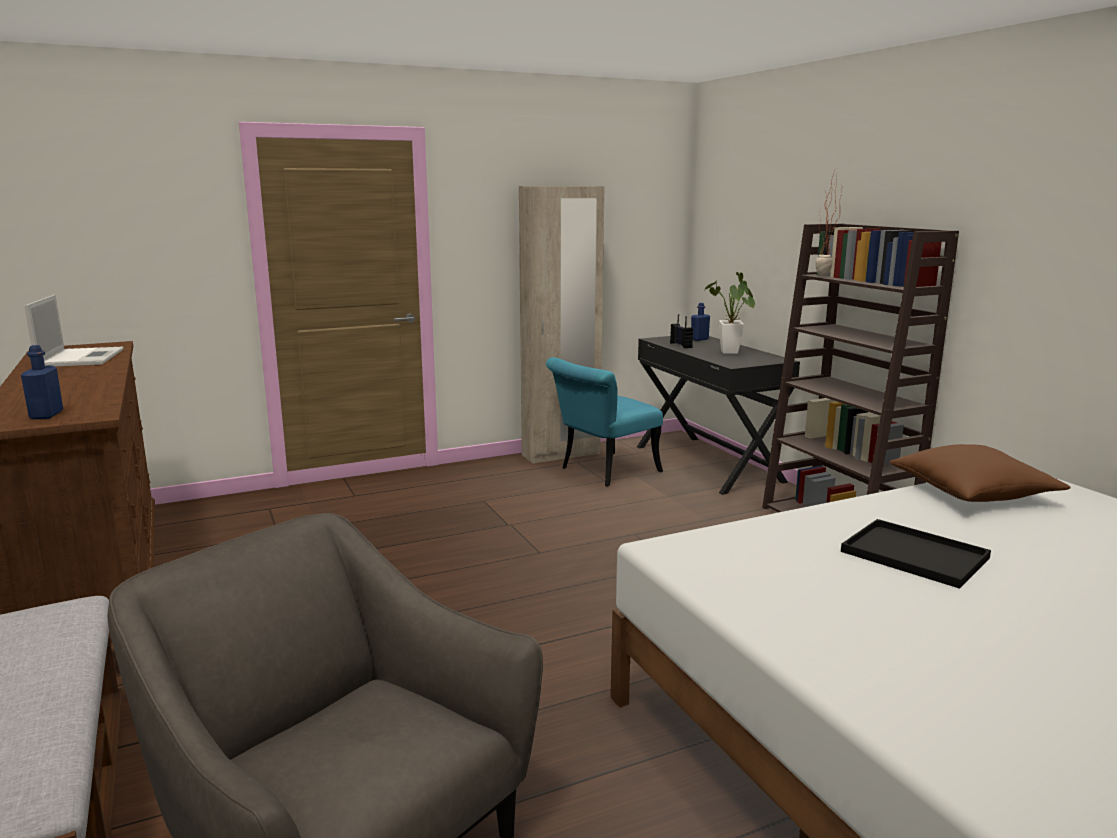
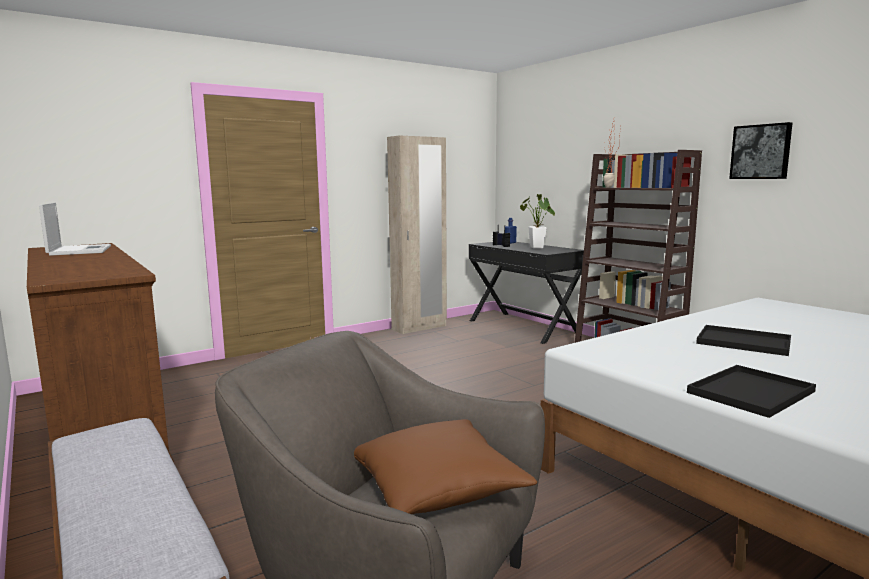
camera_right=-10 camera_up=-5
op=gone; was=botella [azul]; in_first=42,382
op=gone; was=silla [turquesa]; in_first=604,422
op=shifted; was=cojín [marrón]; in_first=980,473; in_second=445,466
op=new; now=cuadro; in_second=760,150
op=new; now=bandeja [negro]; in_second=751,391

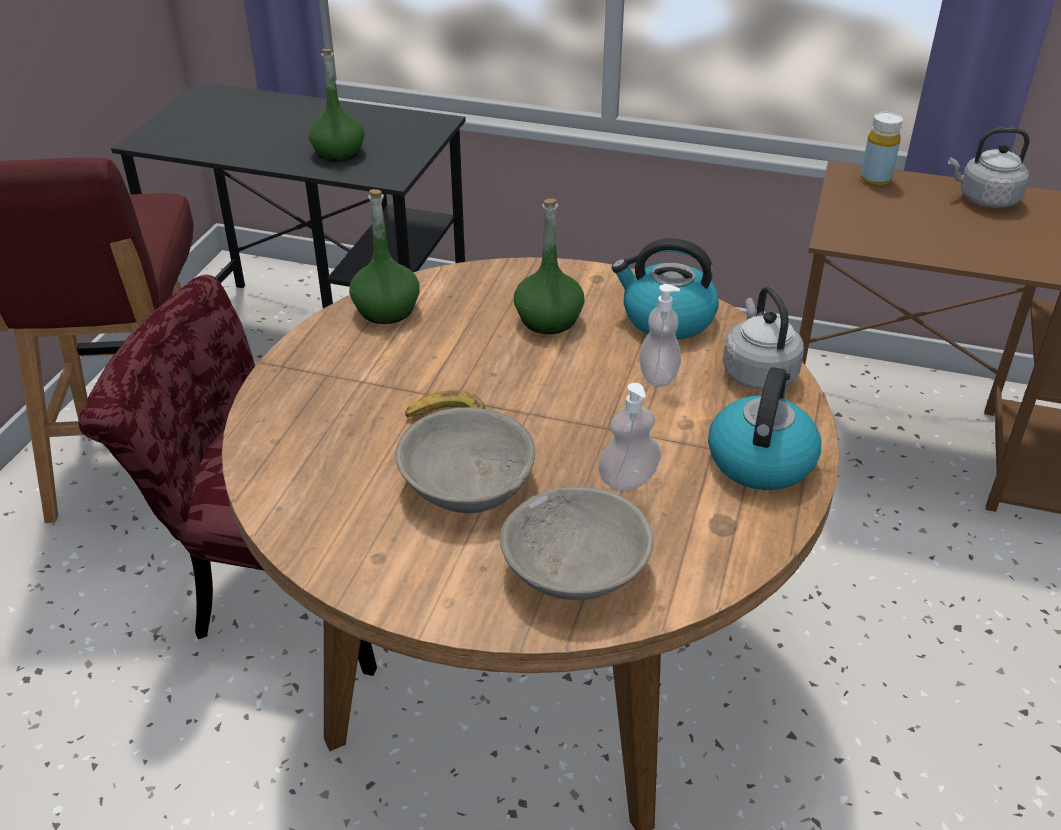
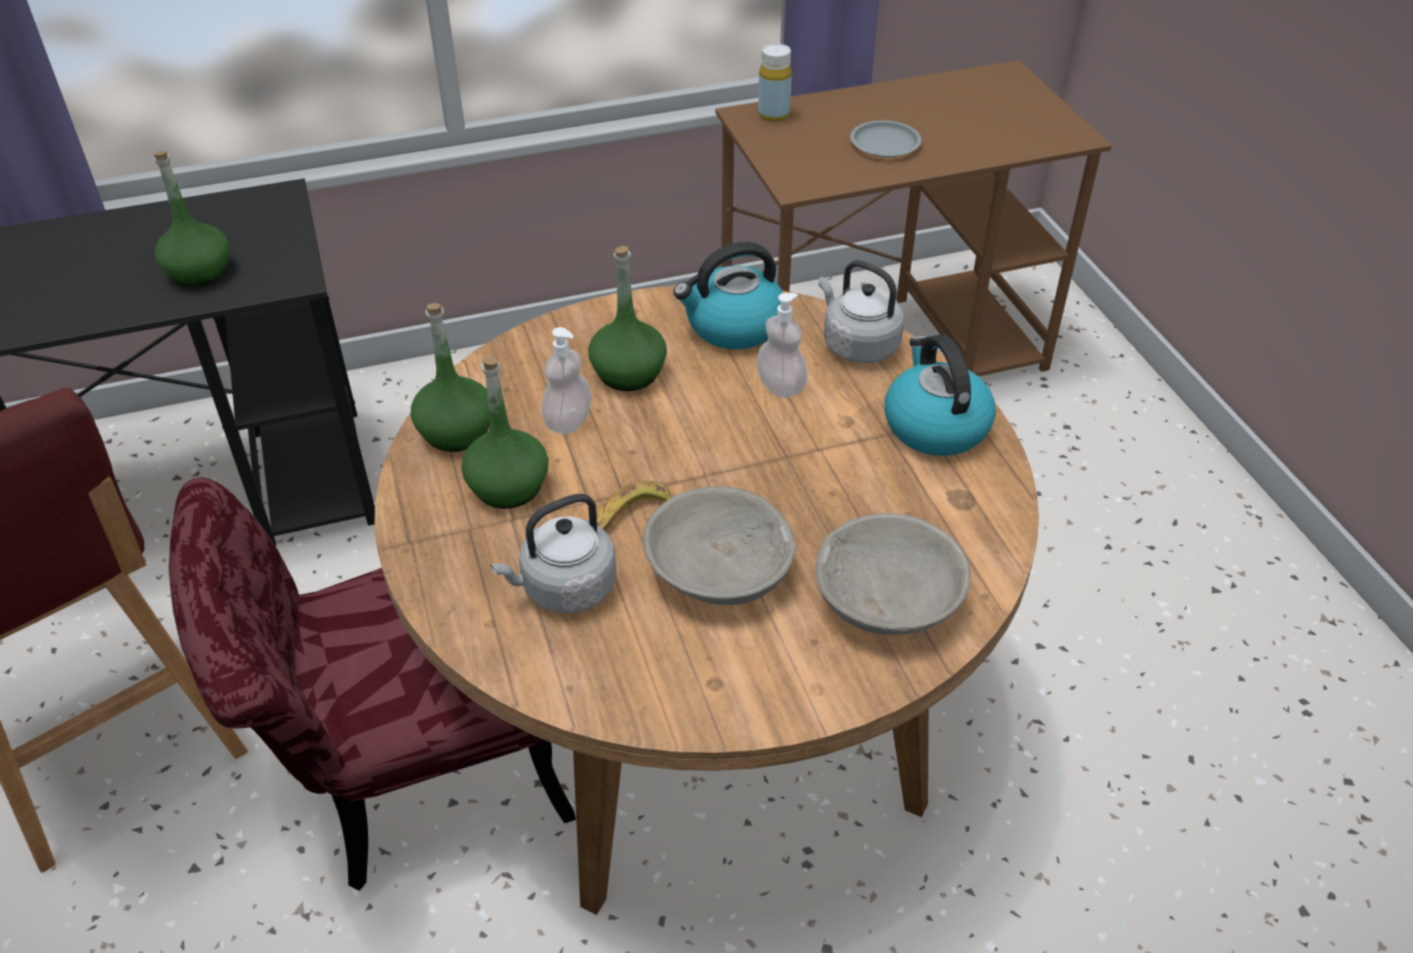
camera_right=-35 camera_up=5
op=shifted; was=hervidor [gris]; in_first=989,167; in_second=553,553
op=shifted; was=dispensador de jabón; in_first=630,437; in_second=567,380
op=new; now=plato [gris]; in_second=885,138
op=new; now=botella [verde]; in_second=505,432

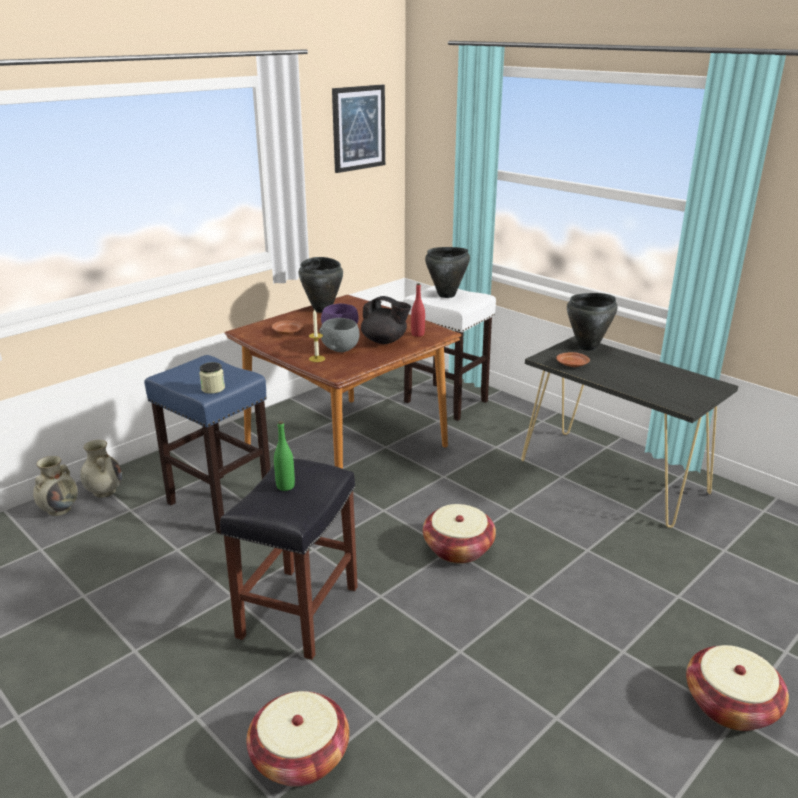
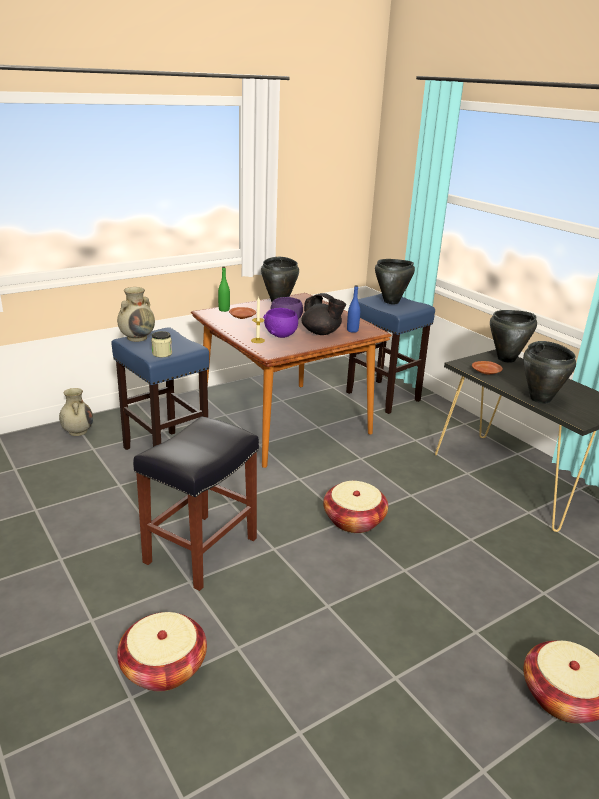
camera_right=10 camera_up=0
op=gone; was=cuadro; in_first=358,129
op=repainted; was=botella [rojo]; now=botella [azul]; in_first=418,310; in_second=353,309
op=repainted; was=taburete [blanco]; now=taburete [azul]; in_first=449,353; in_second=390,354
op=repainted; was=cuenco [gris]; now=cuenco [morado]; in_first=339,335; in_second=280,323
op=shifted; was=botella [verde]; in_first=284,456; in_second=224,289
op=shifted; was=florero [beis]; in_first=55,486; in_second=136,314
op=new; now=olla [negro]; in_second=549,372

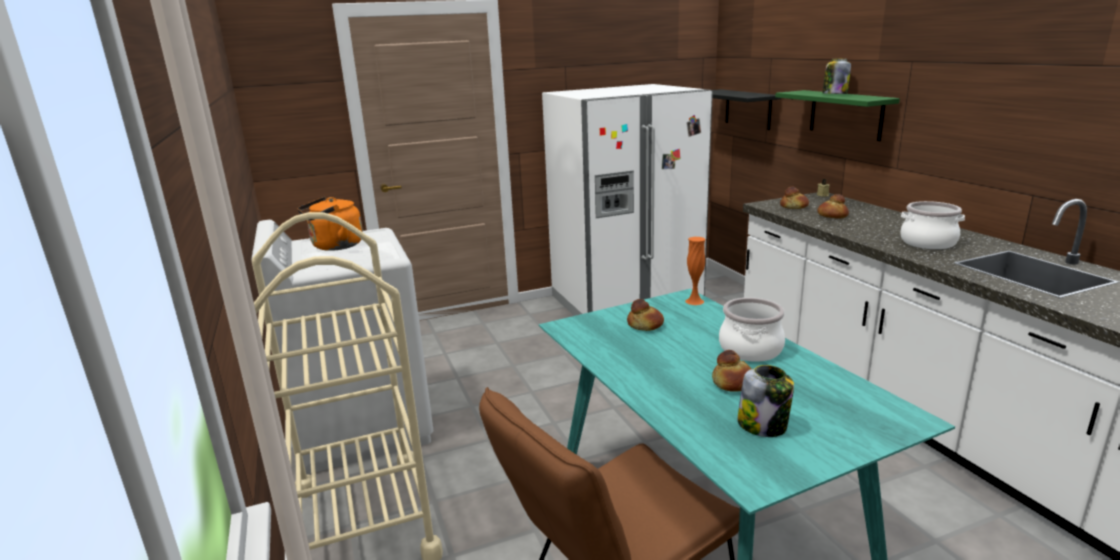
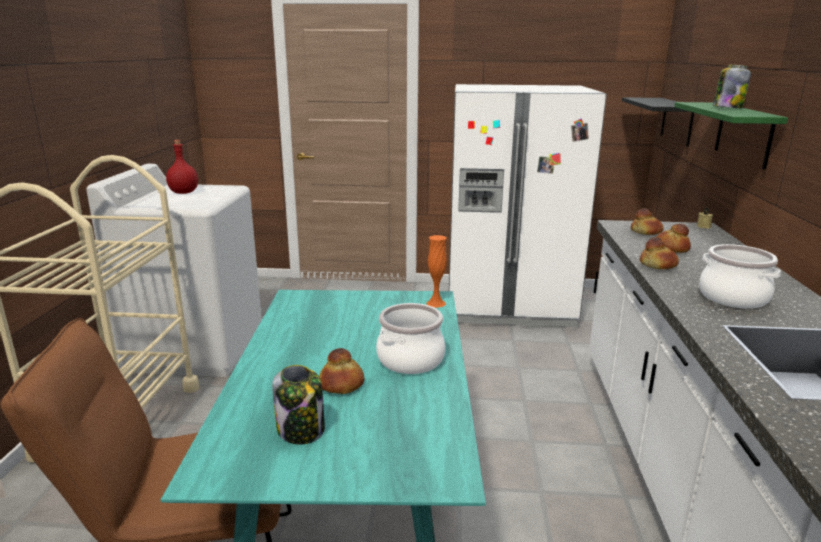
camera_right=25 camera_up=0
op=swapped; was=hervidor [naranja]; now=botella [rojo]; in_first=330,224; in_second=182,167
op=shifted; was=pan; in_first=645,315; in_second=659,253

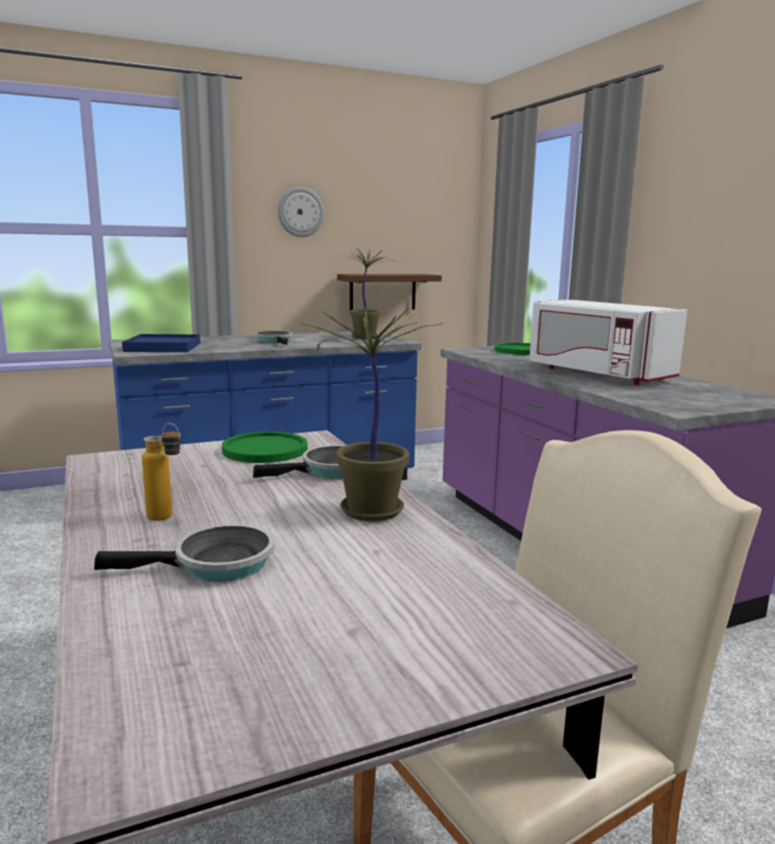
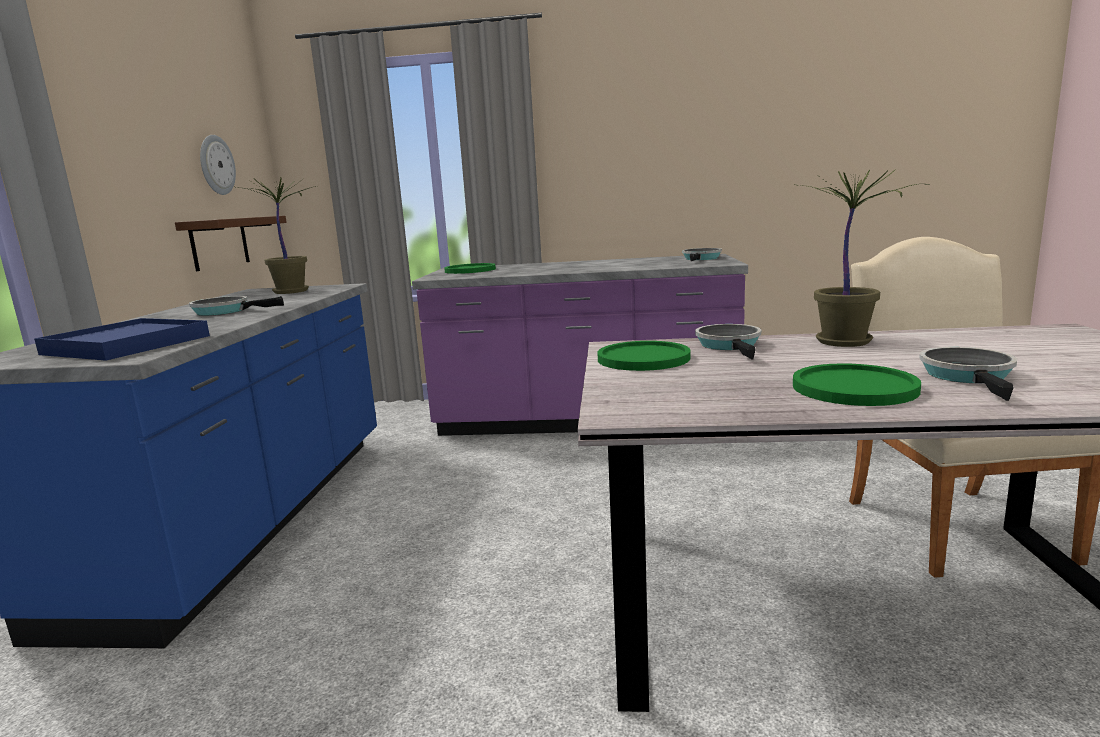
camera_right=-60 camera_up=0
op=shifted; was=reloj de pared; in_first=301,212; in_second=218,165
op=gone; was=microondas [blanco]; in_first=608,342
op=swapped; was=botella; now=plato [verde]; in_first=161,472; in_second=857,384
op=new; now=sartén; in_second=702,254

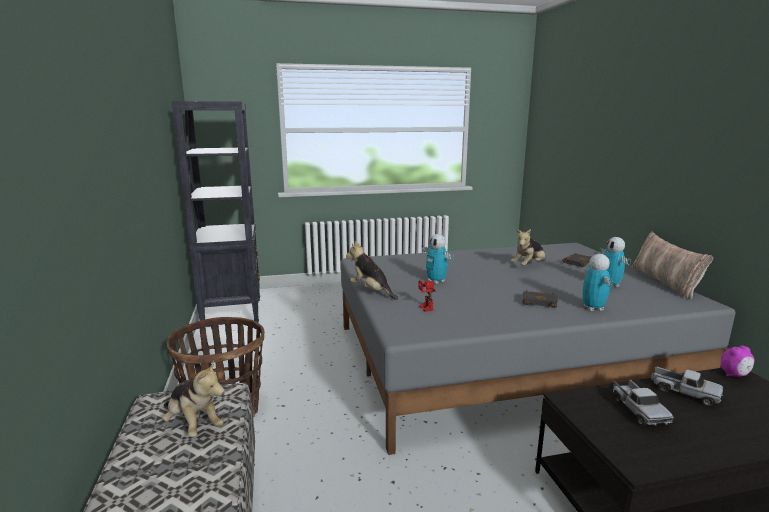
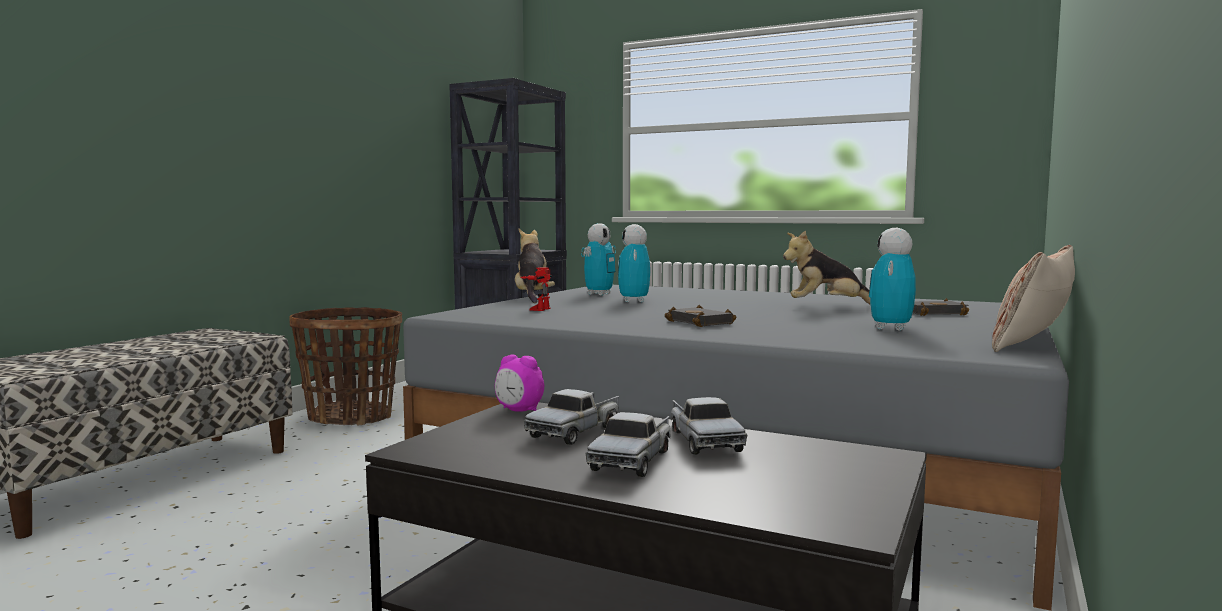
camera_right=40 camera_up=-10
op=shifted; was=robot de juguete; in_first=598,282; in_second=598,259
op=shifted; was=despertador; in_first=738,361; in_second=519,383
op=gone; was=peluche; in_first=194,398
op=new; now=camión de juguete; in_second=628,444

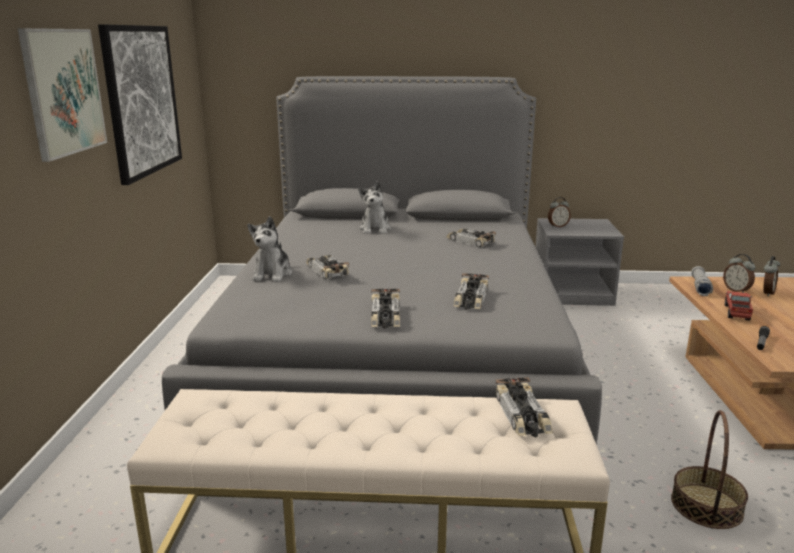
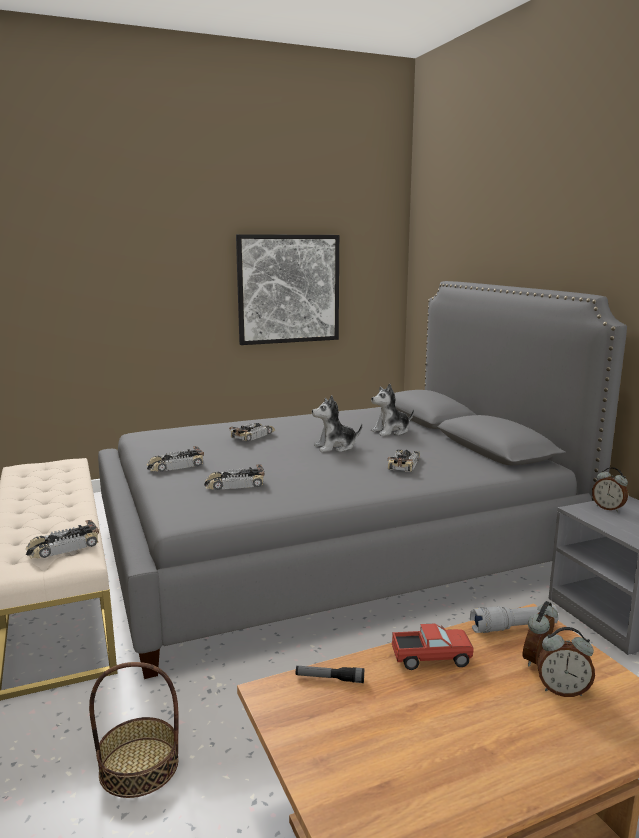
camera_right=65 camera_up=-5
op=gone; was=cuadro; in_first=62,95
op=shifted; was=peluche; in_first=269,249; in_second=337,423

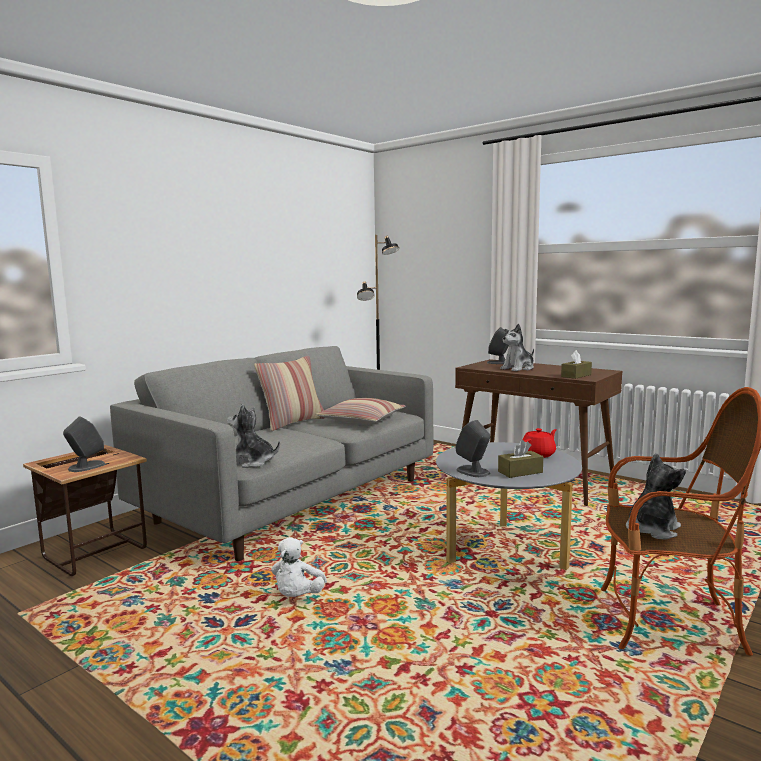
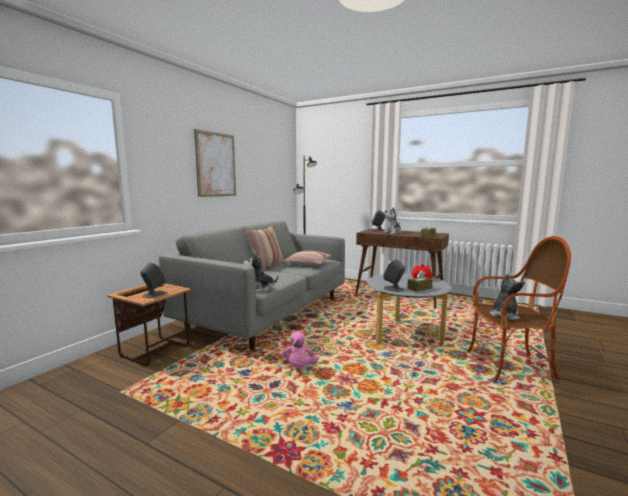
camera_right=-10 camera_up=0
op=repainted; was=peluche [blanco]; now=peluche [rosa]; in_first=299,567; in_second=300,350
op=new; now=cuadro; in_second=215,163

